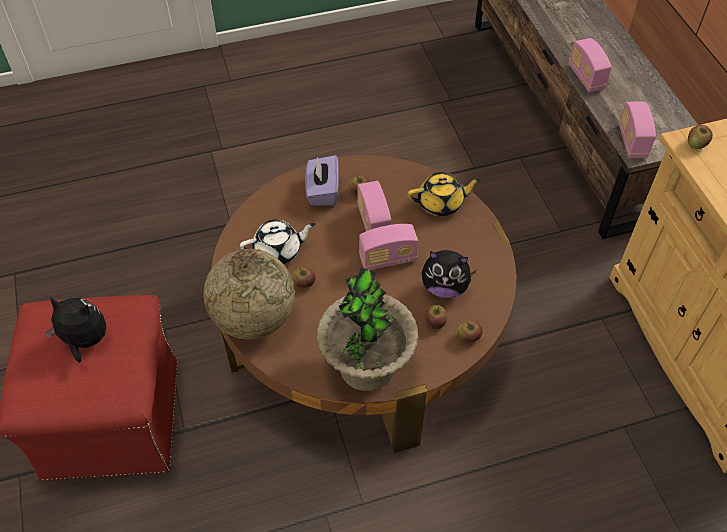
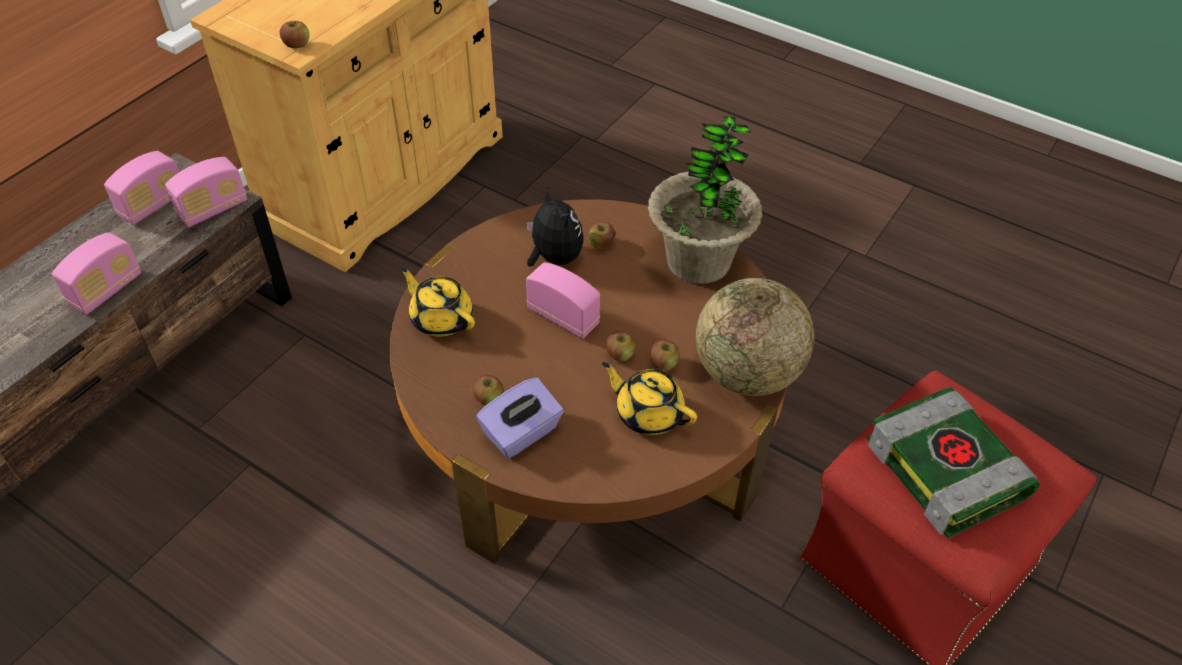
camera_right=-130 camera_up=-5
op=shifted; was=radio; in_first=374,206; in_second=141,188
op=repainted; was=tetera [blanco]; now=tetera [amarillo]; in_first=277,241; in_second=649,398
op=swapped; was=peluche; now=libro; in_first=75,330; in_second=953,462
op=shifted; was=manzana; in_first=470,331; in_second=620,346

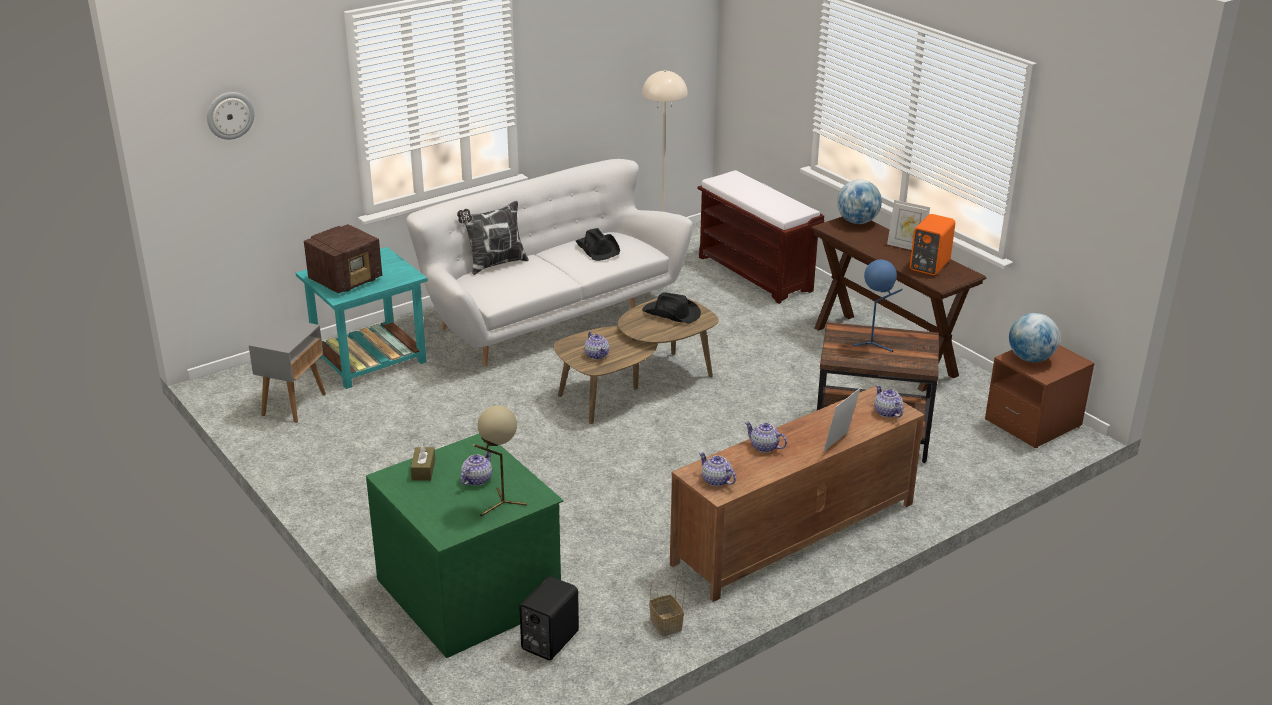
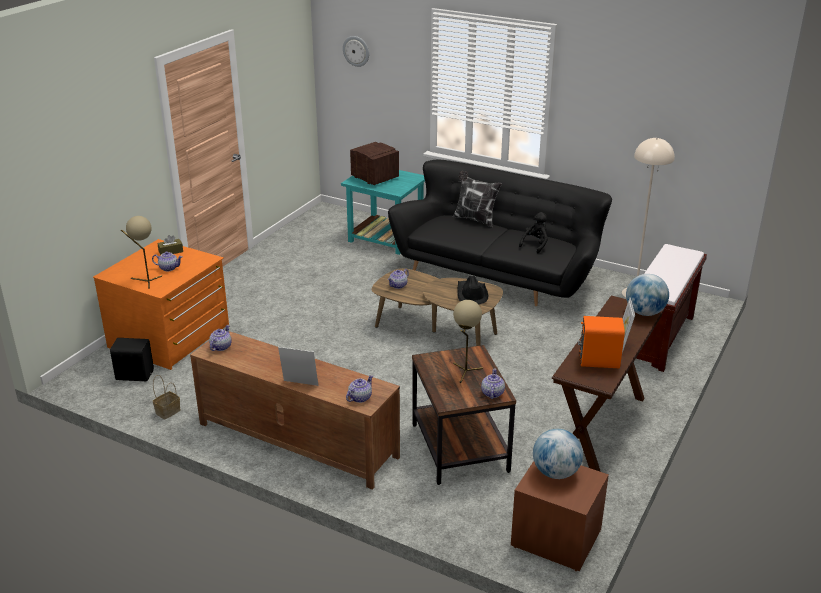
camera_right=65 camera_up=0
op=repainted; was=sofá [blanco]; now=sofá [negro]; in_first=549,262; in_second=500,233
op=rotated; was=radio; in_first=343,259; in_second=374,163; clockwise=-150
op=swapped; was=sombrero [negro]; now=peluche [negro]; in_first=598,244; in_second=533,232
op=repainted; was=lámpara de mesa [azul]; now=lámpara de mesa [beis]; in_first=878,305; in_second=468,341
op=gone; was=mesa auxiliar [gris]; in_first=287,370
op=shifted; was=tetera; in_first=765,437; in_second=493,384
op=repainted; was=cómoda [verde]; now=cómoda [naranja]; in_first=464,546; in_second=161,304

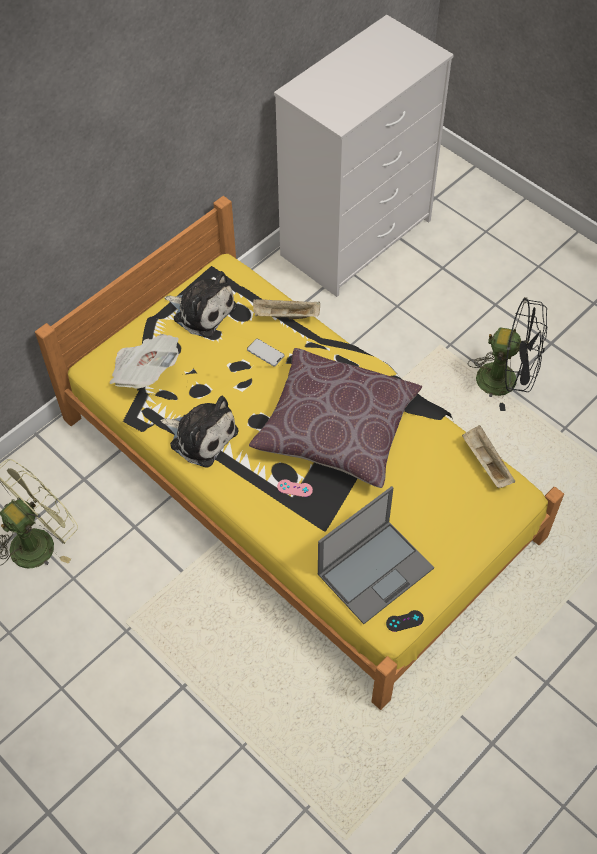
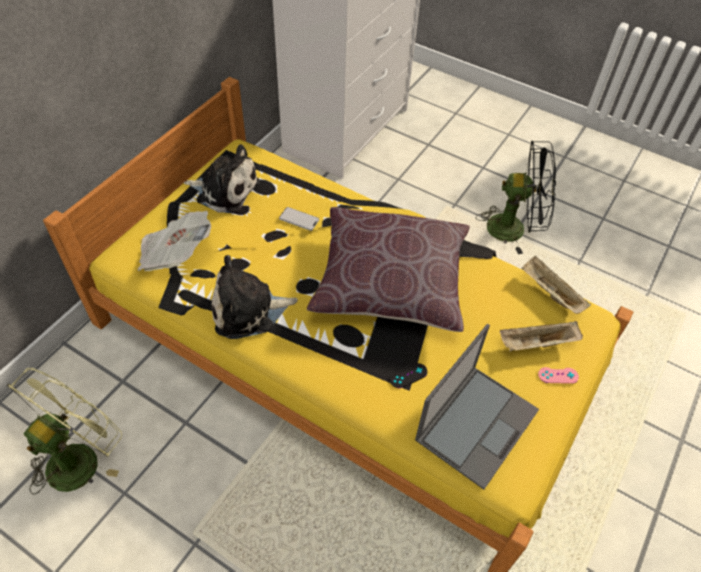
camera_right=-15 camera_up=-5
op=shifted; was=bandeja [beis]; in_first=286,309; in_second=541,336
op=rotated; was=peluche; in_first=199,432; in_second=255,297; clockwise=150
op=shifted; was=mando de consola [rosa]; in_first=295,488; in_second=558,375
op=shifted; was=mando de consola [negro]; in_first=405,621; in_second=408,375

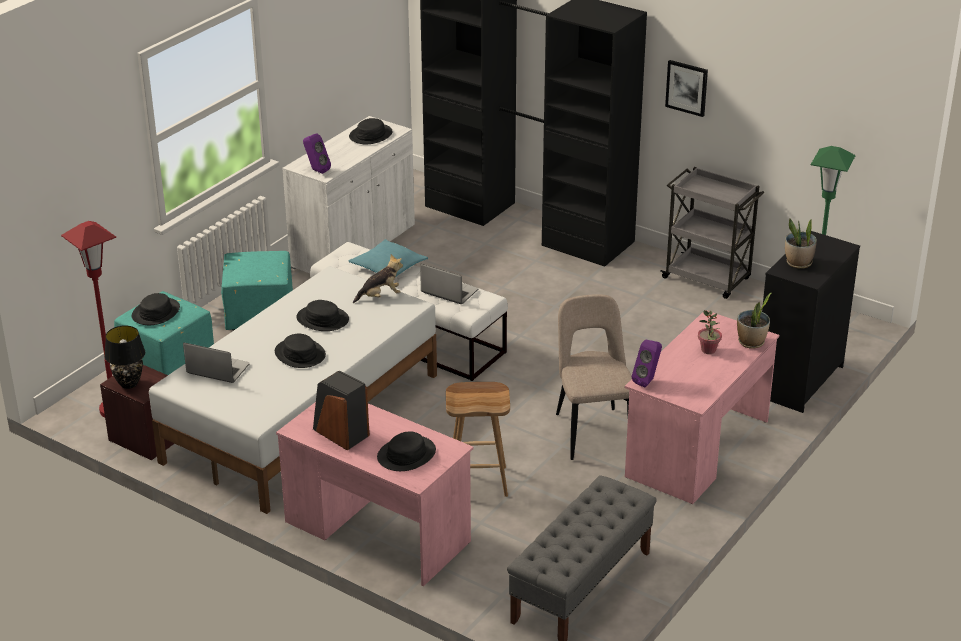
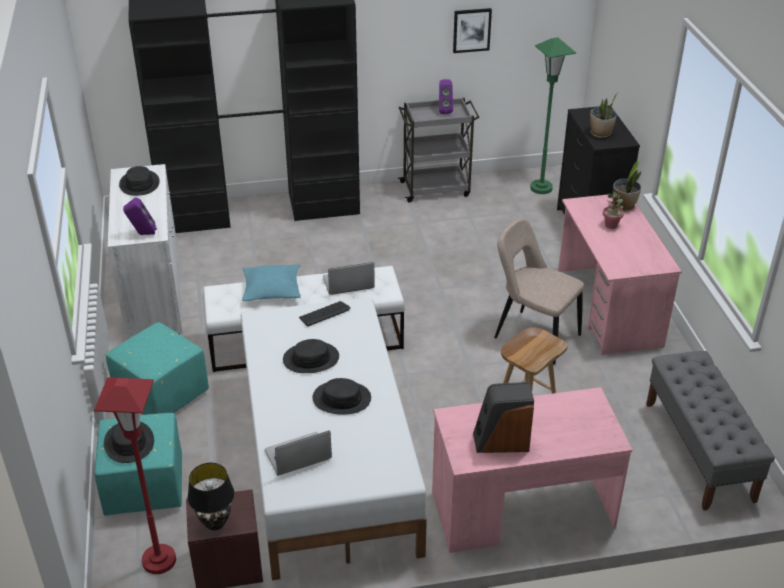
camera_right=-45 camera_up=5
op=shifted; was=cuadro; in_first=686,88; in_second=472,30
op=swapped; was=peluche; now=teclado; in_first=378,278; in_second=324,314
op=shifted; was=altavoz [morado]; in_first=647,364; in_second=446,96
op=gone; was=sombrero [negro]; in_first=406,451

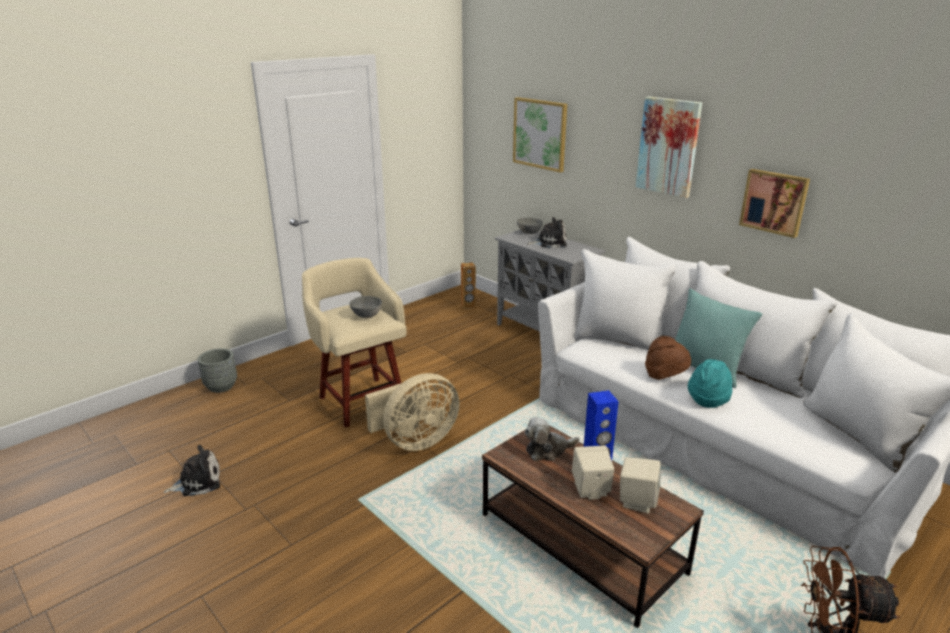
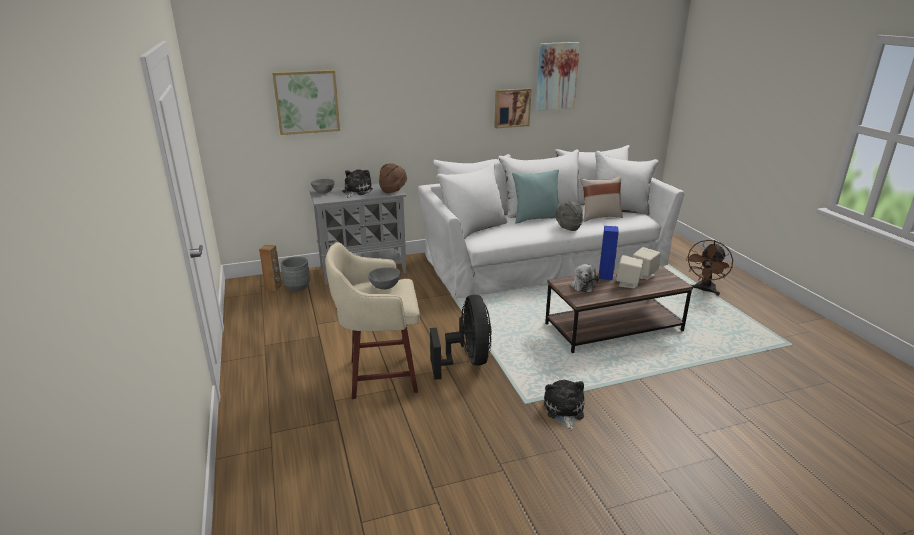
camera_right=-65 camera_up=0
op=shifted; was=cuadro; in_first=669,147; in_second=558,76
op=shifted; was=sombrero [marrón]; in_first=668,358; in_second=393,178
op=shifted; was=maceta [gris]; in_first=217,370; in_second=295,274
op=repainted; was=sombrero [turquesa]; now=sombrero [gris]; in_first=710,383; in_second=569,216
op=repainted; was=ventilador [beis]; now=ventilador [negro]; in_first=412,412; in_second=461,337
op=shifted; was=peluche; in_first=192,470; in_second=564,405
op=new; now=cojín [beis]; in_second=601,199

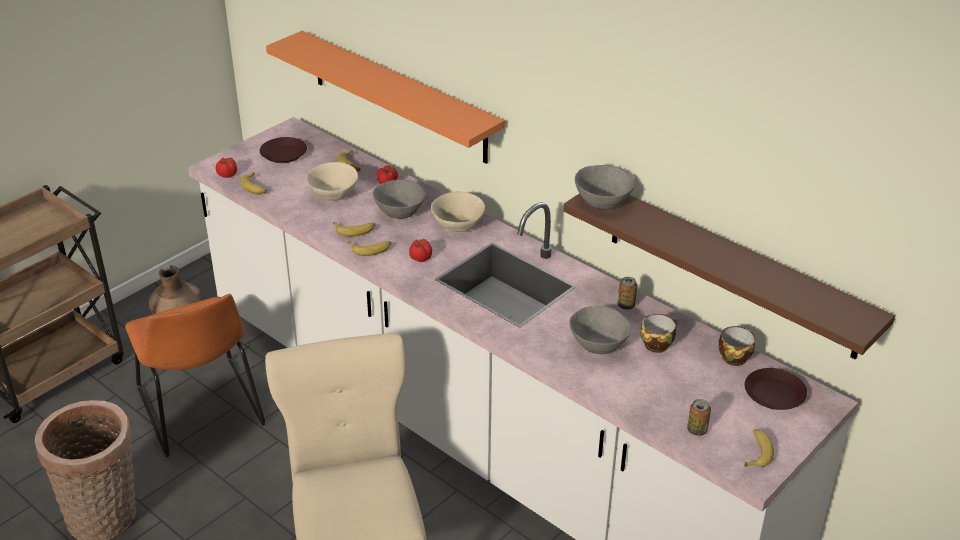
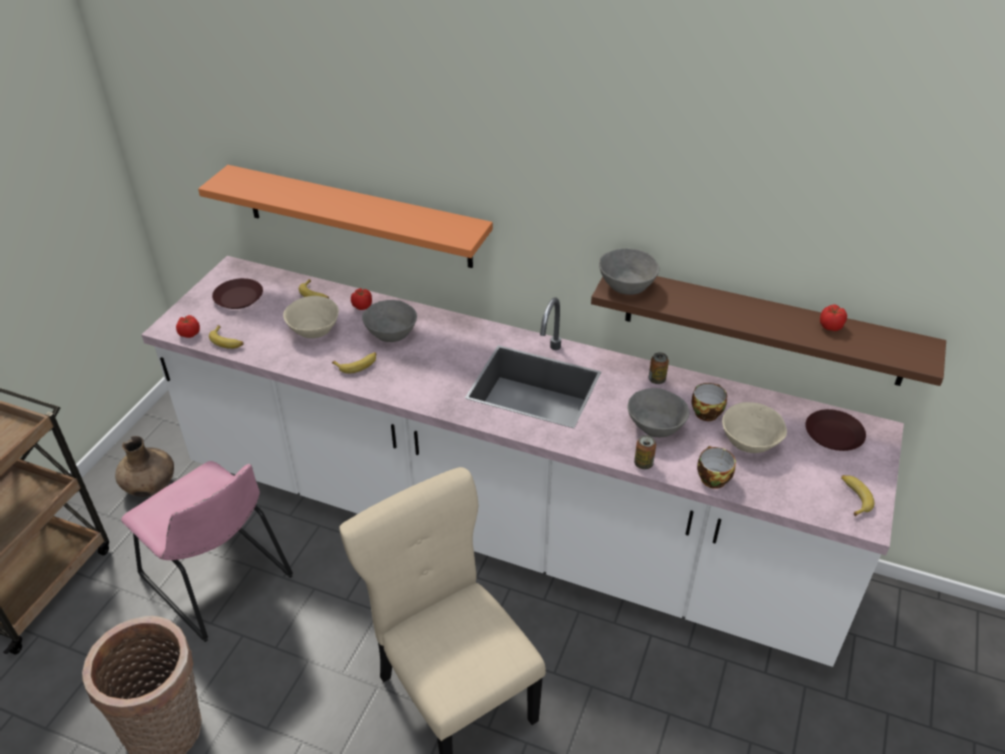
camera_right=-20 camera_up=5
op=shifted; was=cuenco [beis]; in_first=458,212; in_second=754,427
op=shifted; was=tomate; in_first=420,250; in_second=833,318
op=gone; was=plátano; in_first=370,248
op=repainted; was=silla [naranja]; now=silla [rosa]; in_first=195,375; in_second=207,551
op=shifted; was=taza; in_first=736,346; in_second=716,467
op=shifted; was=lata; in_first=699,417; in_second=645,452

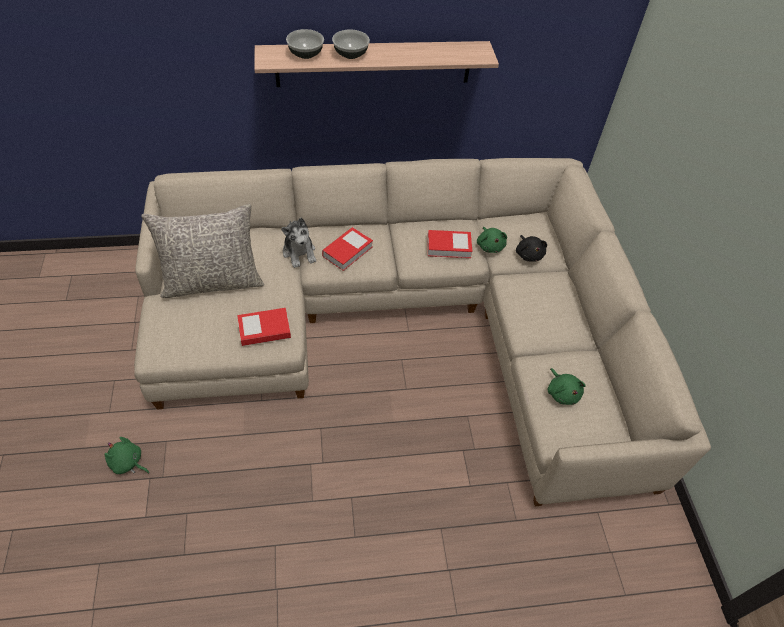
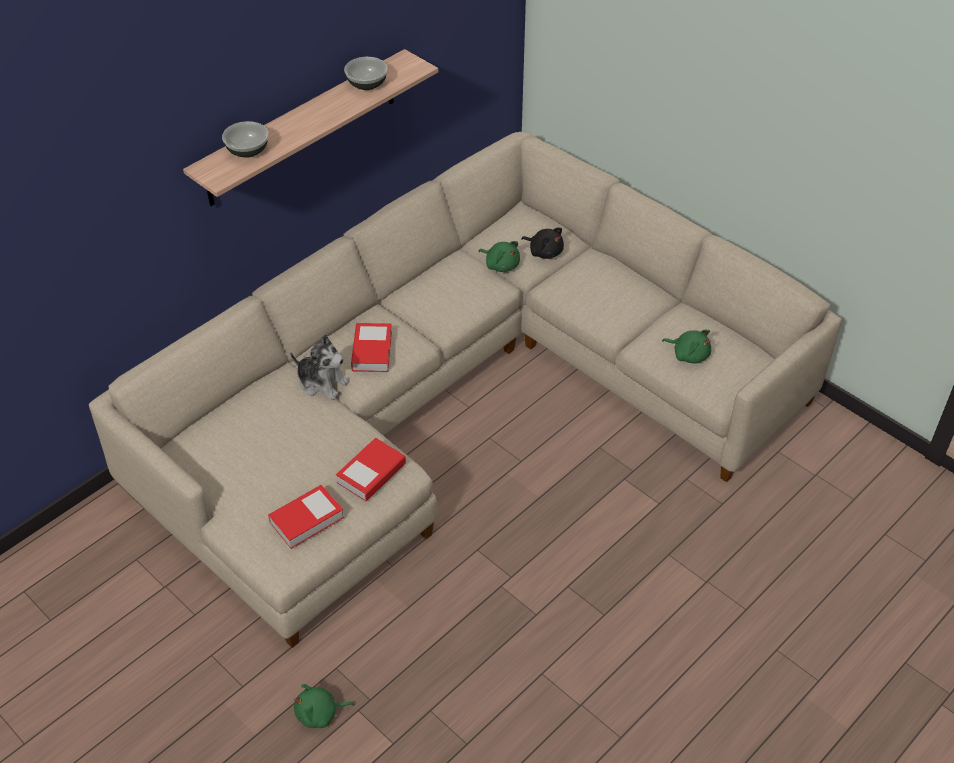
camera_right=-35 camera_up=-5
op=shifted; was=cuenco; in_first=351,44; in_second=366,73
op=gone; was=cojín [gris]; in_first=202,251
op=shifted; was=libro; in_first=449,244; in_second=306,517

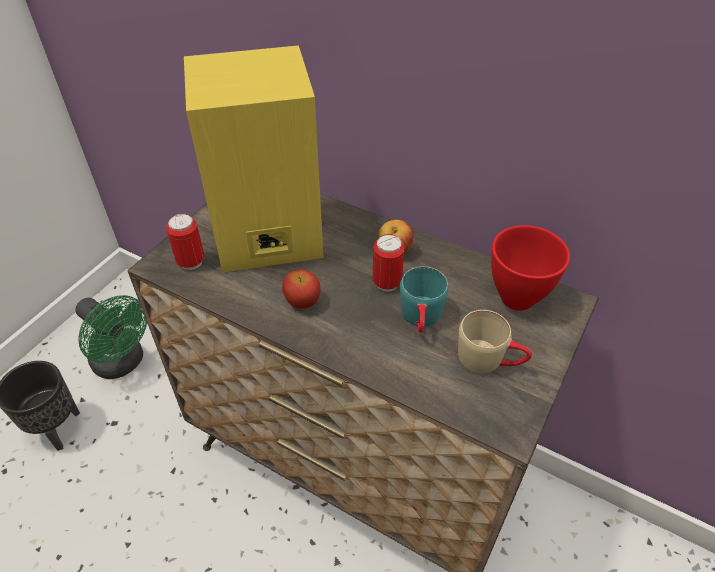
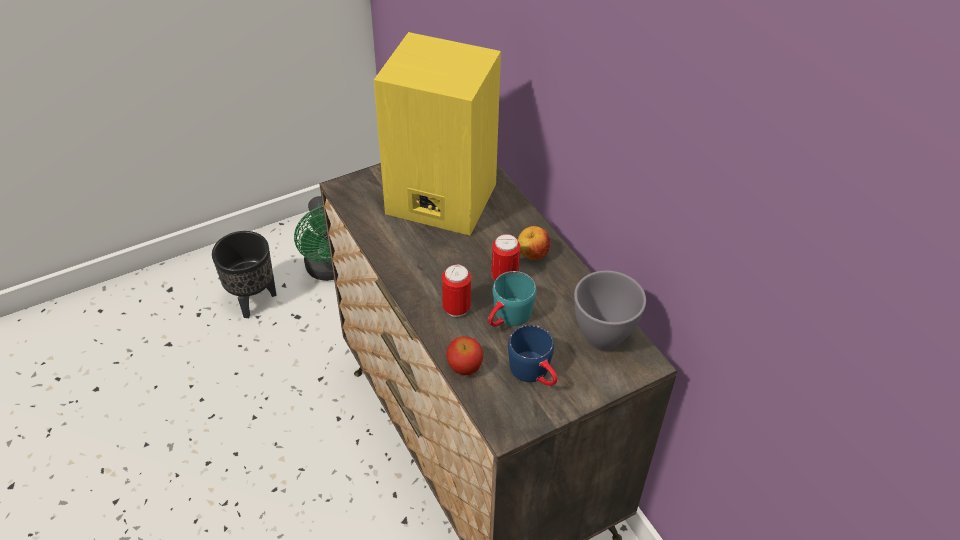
camera_right=30 camera_up=0
op=shifted; was=lata; in_first=185,241; in_second=456,290
op=repainted; was=cuenco [rojo]; now=cuenco [gris]; in_first=530,268; in_second=610,311
op=shifted; was=manzana; in_first=301,289; in_second=464,355
op=repainted; was=taza grande [beis]; now=taza grande [azul]; in_first=495,342; in_second=533,355

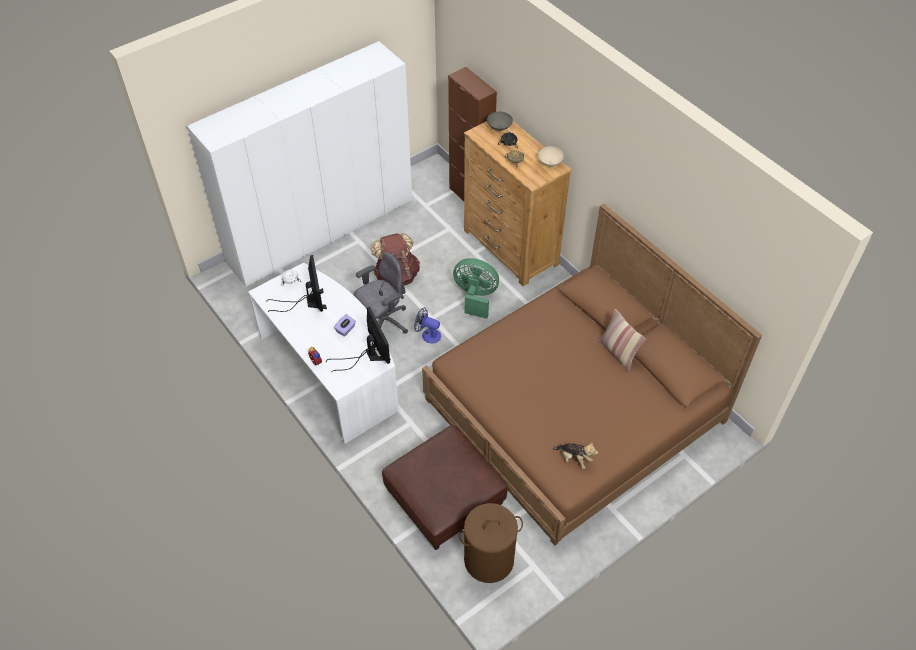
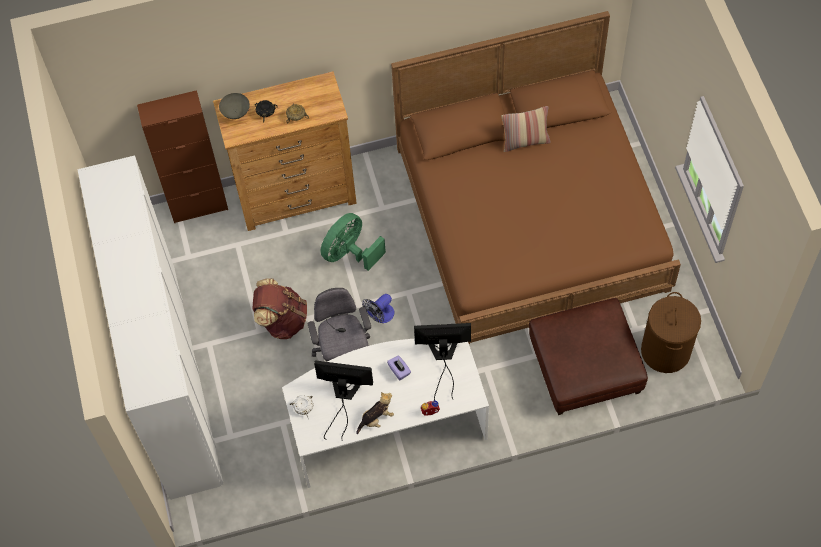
camera_right=-65 camera_up=10
op=gone; was=cuenco [beis]; in_first=551,156
op=shifted; was=peluche; in_first=575,455; in_second=375,413

